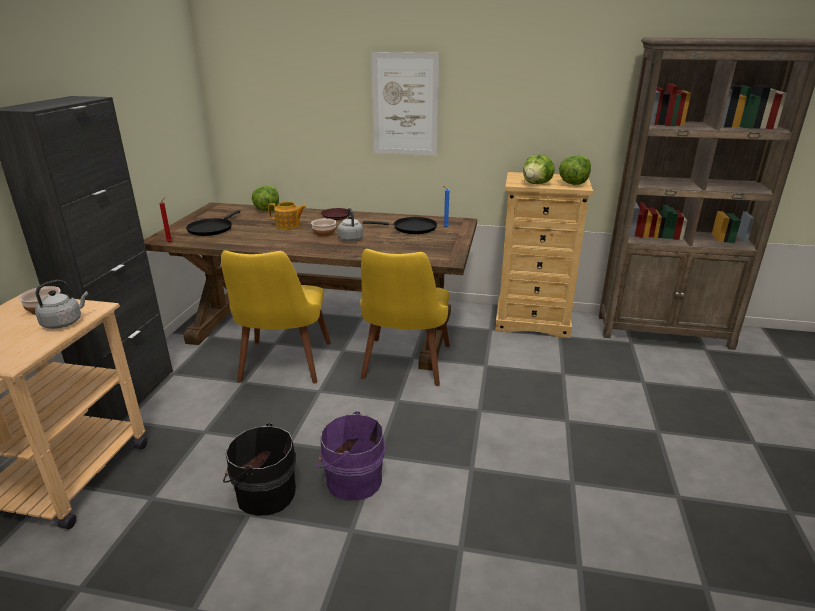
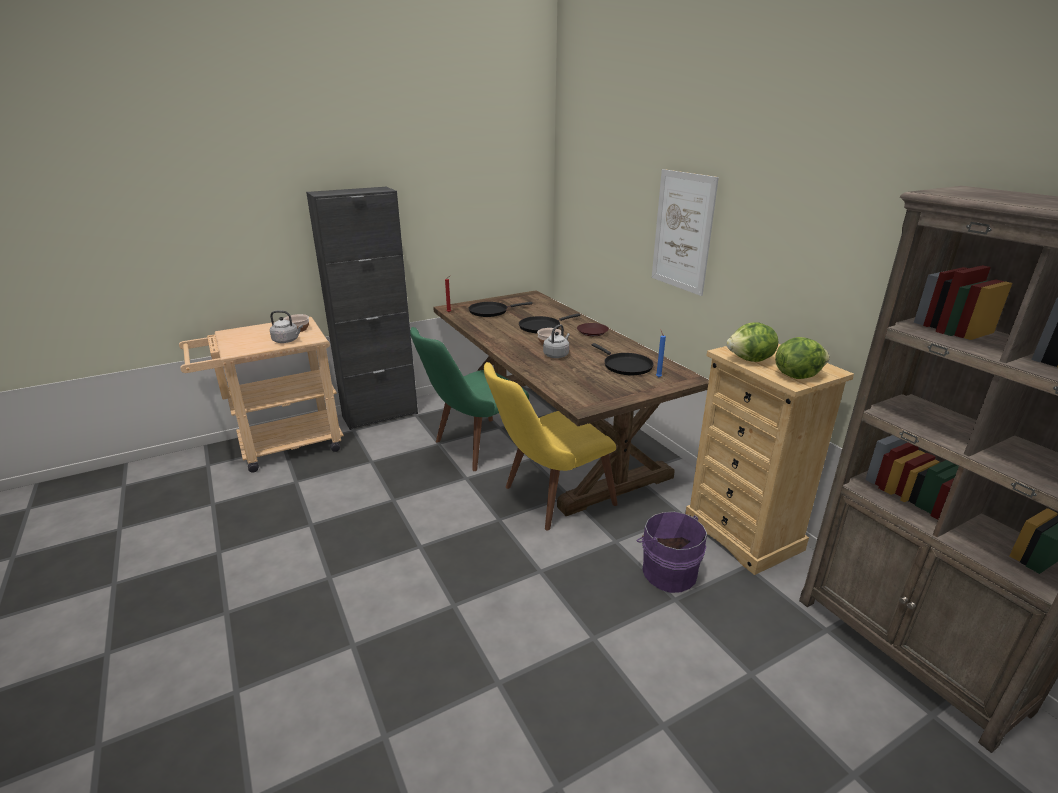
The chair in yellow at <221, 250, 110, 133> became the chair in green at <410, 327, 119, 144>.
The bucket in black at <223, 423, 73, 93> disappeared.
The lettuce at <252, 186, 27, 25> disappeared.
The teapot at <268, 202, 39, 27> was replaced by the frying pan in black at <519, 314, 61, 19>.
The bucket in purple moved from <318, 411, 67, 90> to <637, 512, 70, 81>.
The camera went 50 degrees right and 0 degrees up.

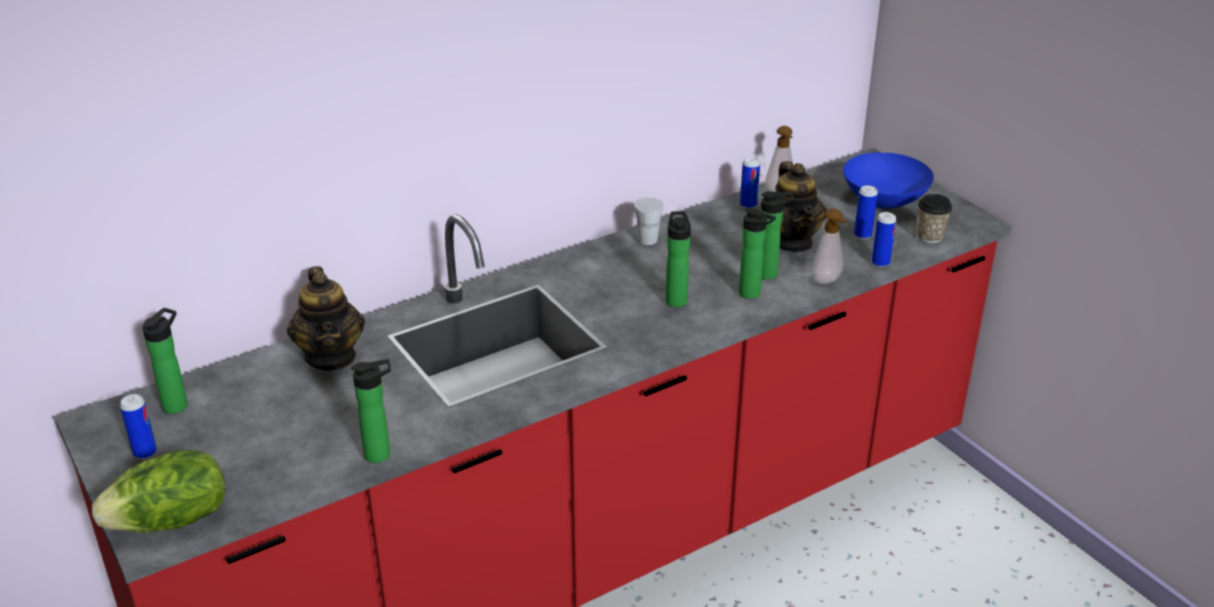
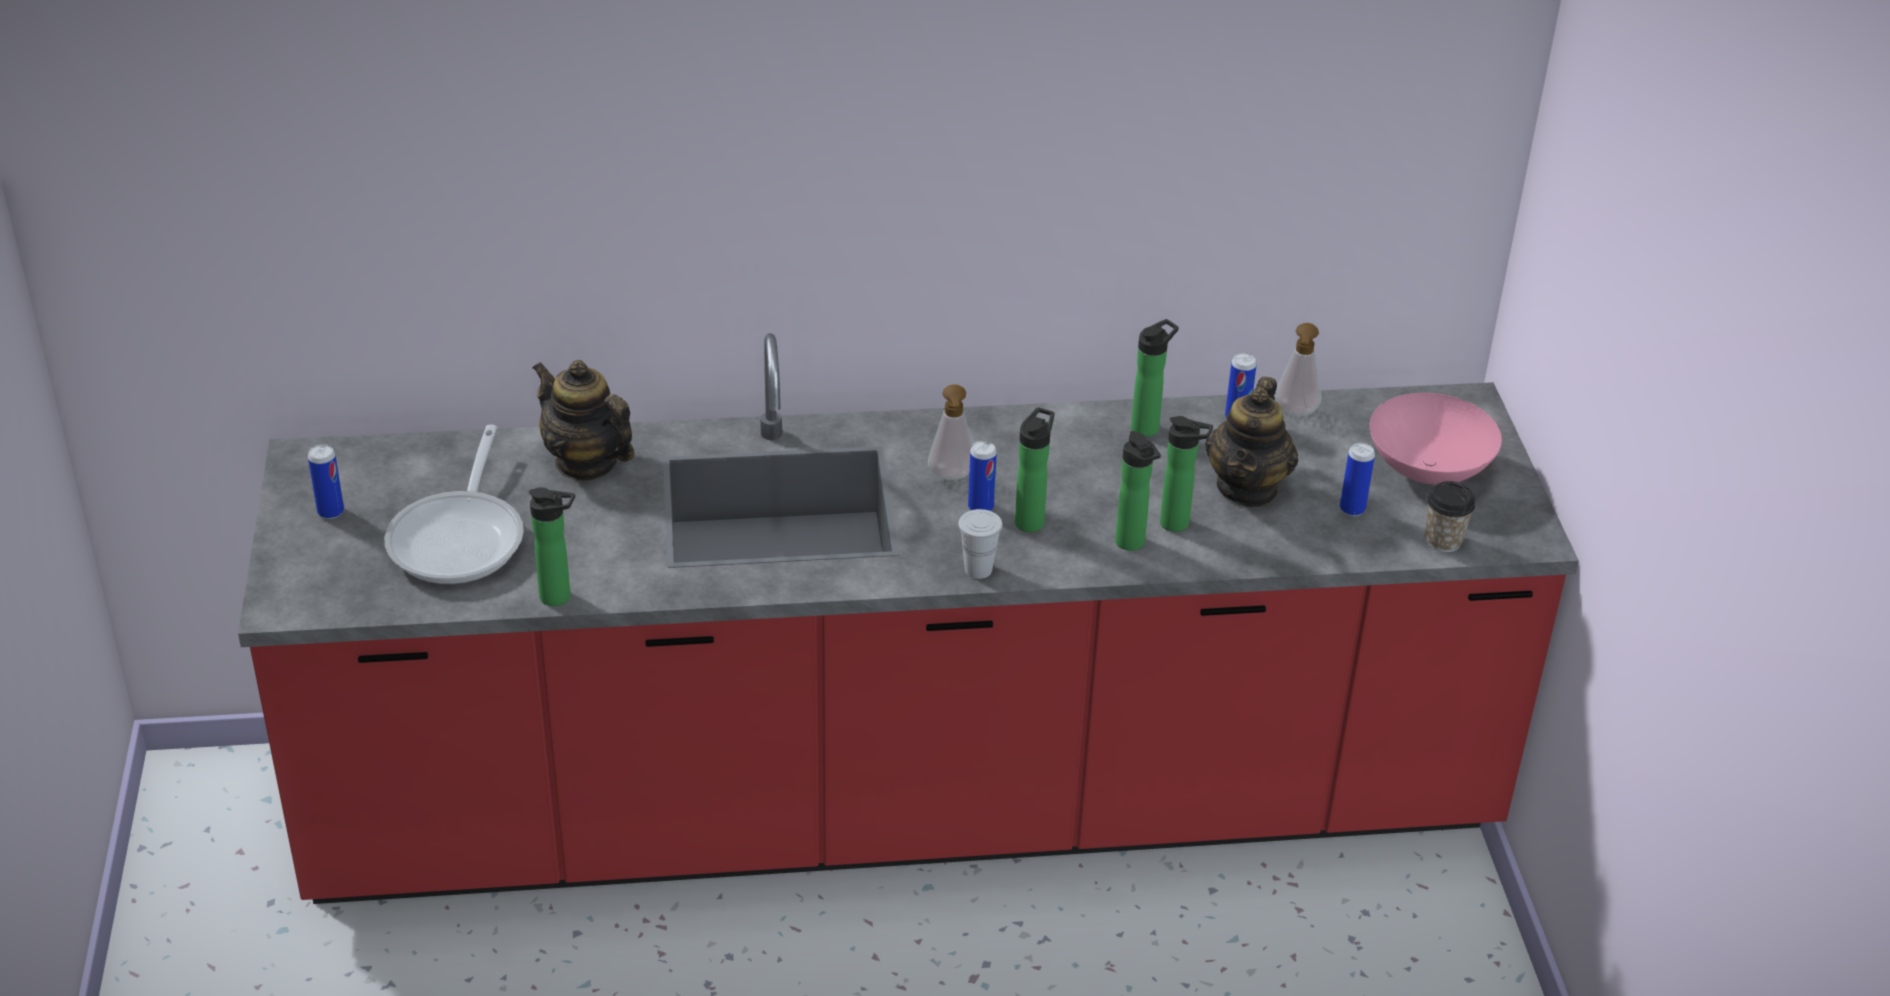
The lettuce at <92, 450, 134, 82> disappeared.
The bottle moved from <143, 308, 45, 106> to <1131, 319, 48, 118>.
The teapot at <287, 266, 78, 105> turned 120 degrees clockwise.
The cup in white moved from <634, 197, 30, 48> to <958, 509, 45, 70>.
The soap dispenser moved from <811, 209, 35, 75> to <928, 384, 45, 96>.
The bowl in blue at <843, 152, 91, 57> became the bowl in pink at <1370, 393, 132, 92>.
The can moved from <872, 212, 25, 55> to <968, 441, 29, 70>.
The frying pan at <385, 425, 139, 159> appeared.
The camera went 25 degrees right and 5 degrees up.

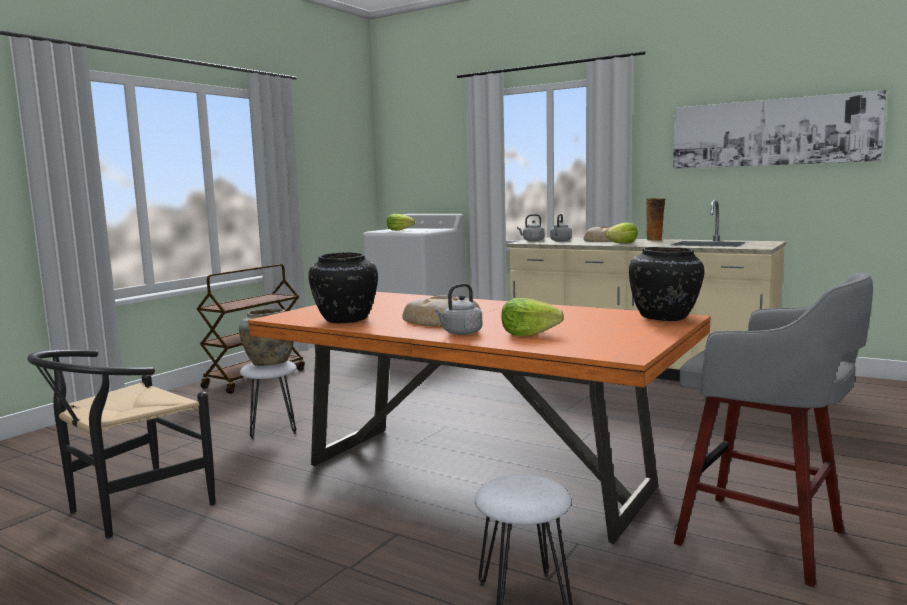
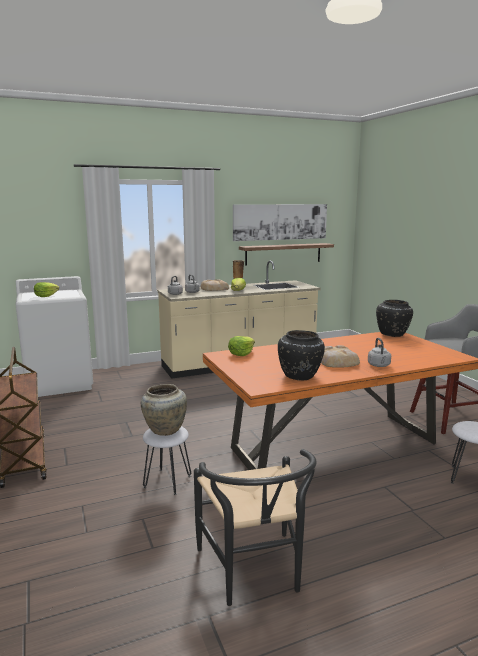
The lettuce moved from <501, 298, 63, 38> to <228, 336, 27, 20>.
The shelf at <239, 243, 95, 23> appeared.
The camera went 55 degrees left and 5 degrees up.

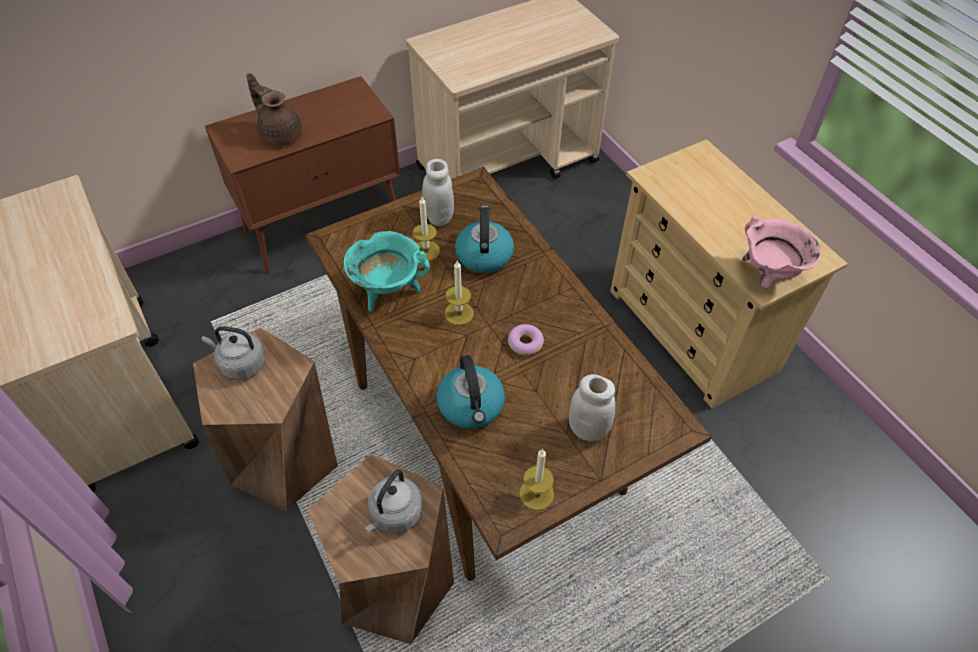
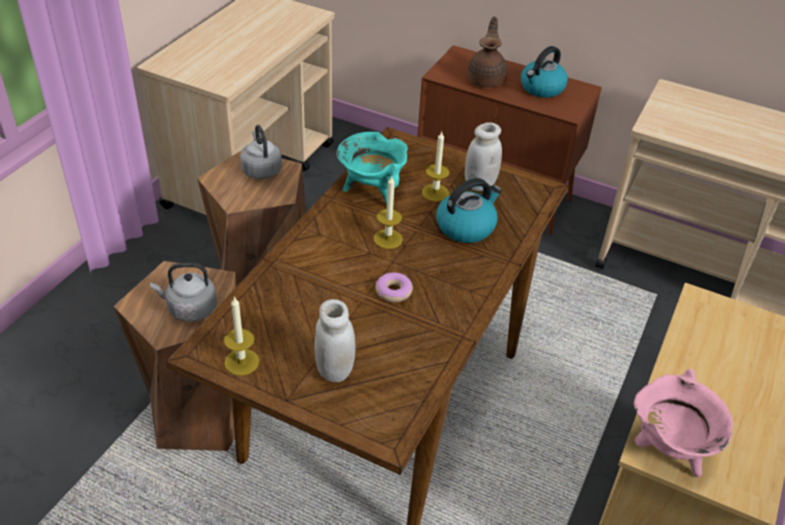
The kettle moved from <436, 355, 69, 74> to <521, 46, 47, 52>.
The camera went 55 degrees right and 10 degrees down.

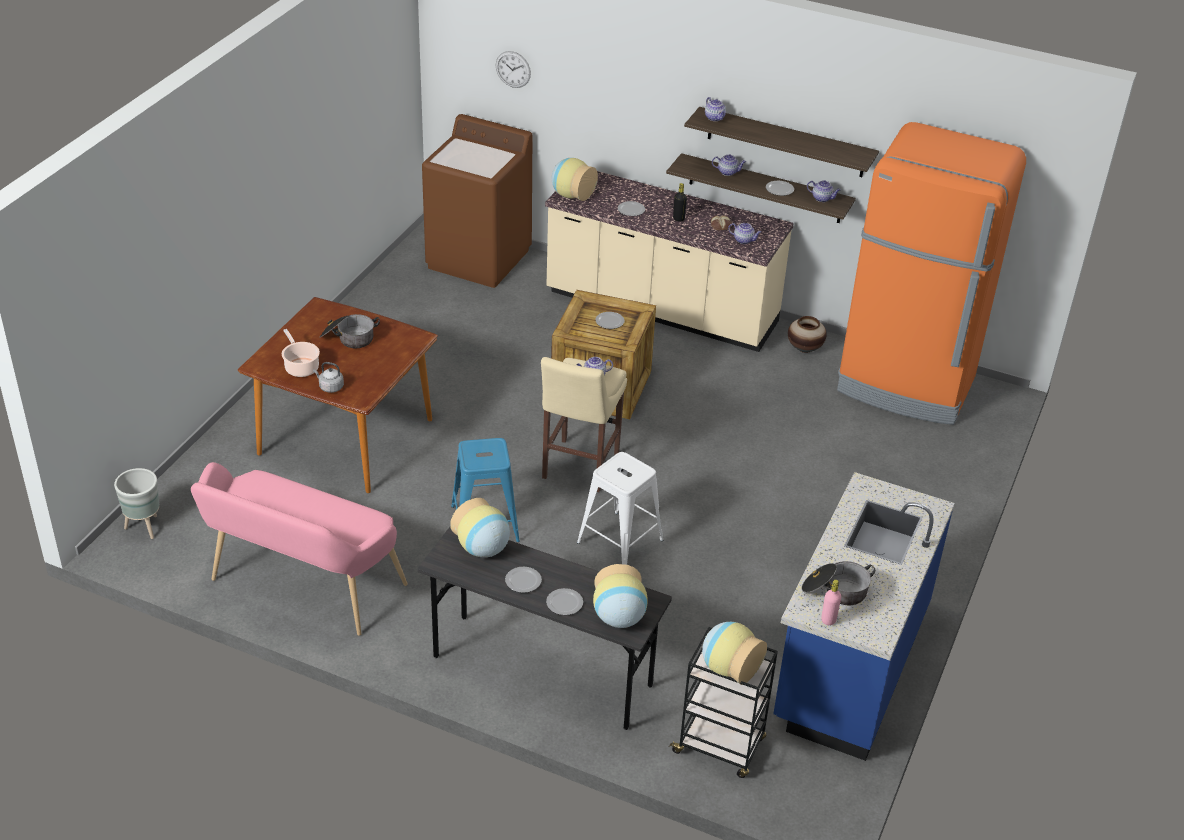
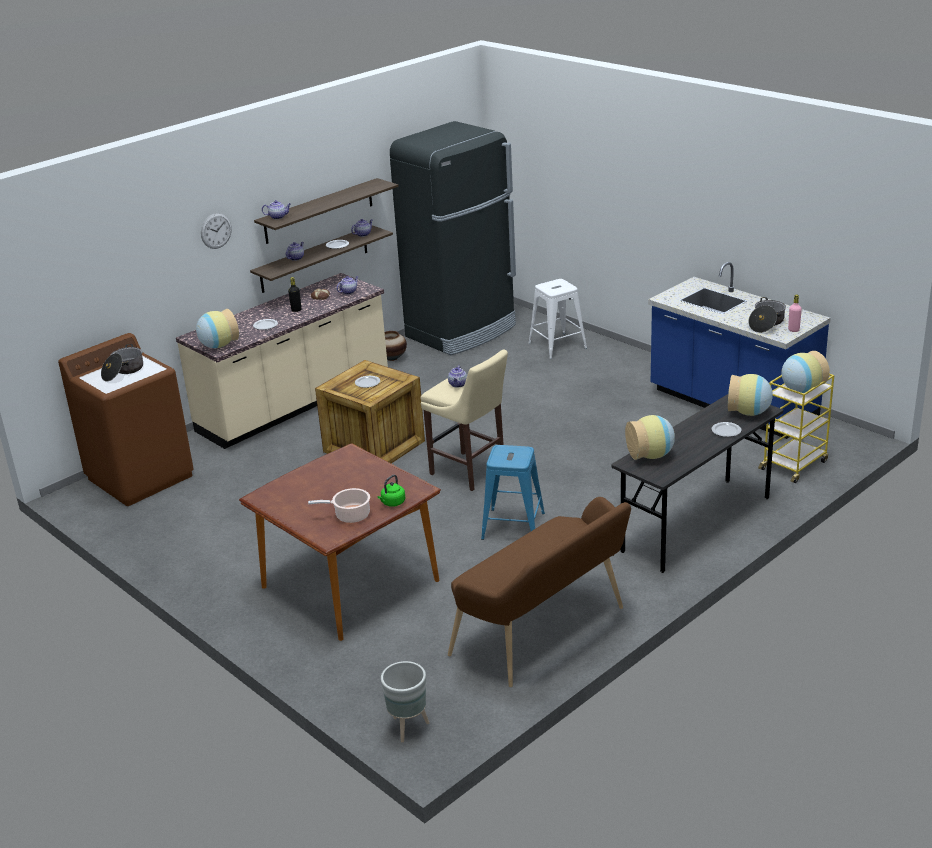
The bench in pink at <191, 462, 217, 174> became the bench in brown at <448, 497, 183, 190>.
The kettle in grey at <313, 362, 31, 31> became the kettle in green at <378, 475, 28, 32>.
The cooking pot moved from <320, 314, 60, 34> to <101, 344, 42, 37>.
The wall clock moved from <496, 51, 35, 37> to <201, 213, 31, 36>.
The plate at <505, 567, 37, 26> disappeared.
The stool in white moved from <577, 452, 86, 113> to <528, 279, 59, 80>.
The cart in black at <668, 627, 110, 151> became the cart in yellow at <758, 374, 76, 109>.
The fridge in orange at <837, 122, 189, 303> became the fridge in black at <390, 121, 126, 234>.
The camera went 65 degrees left and 10 degrees down.

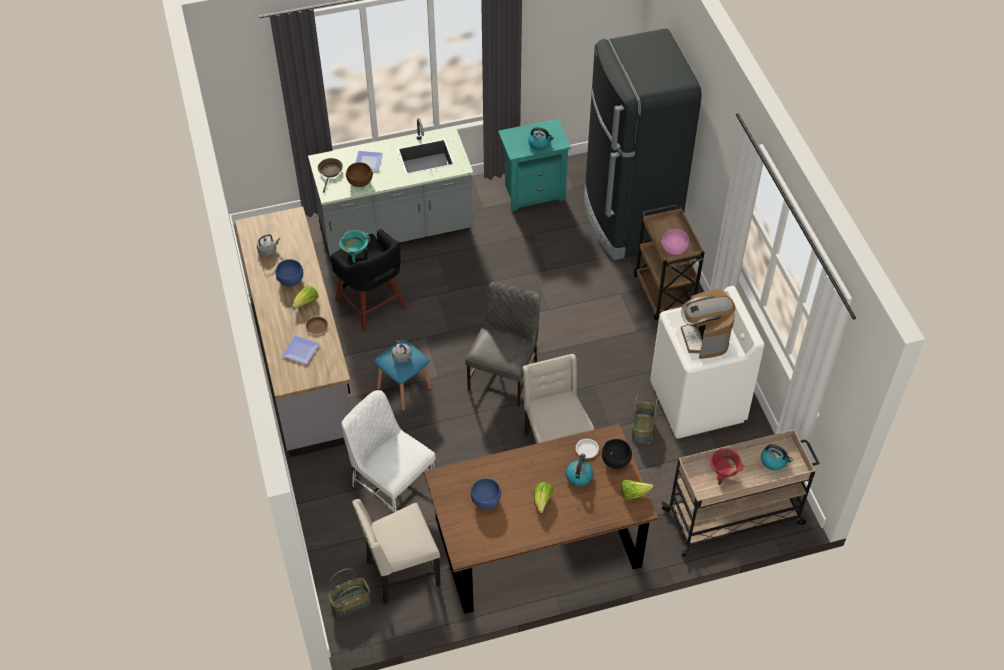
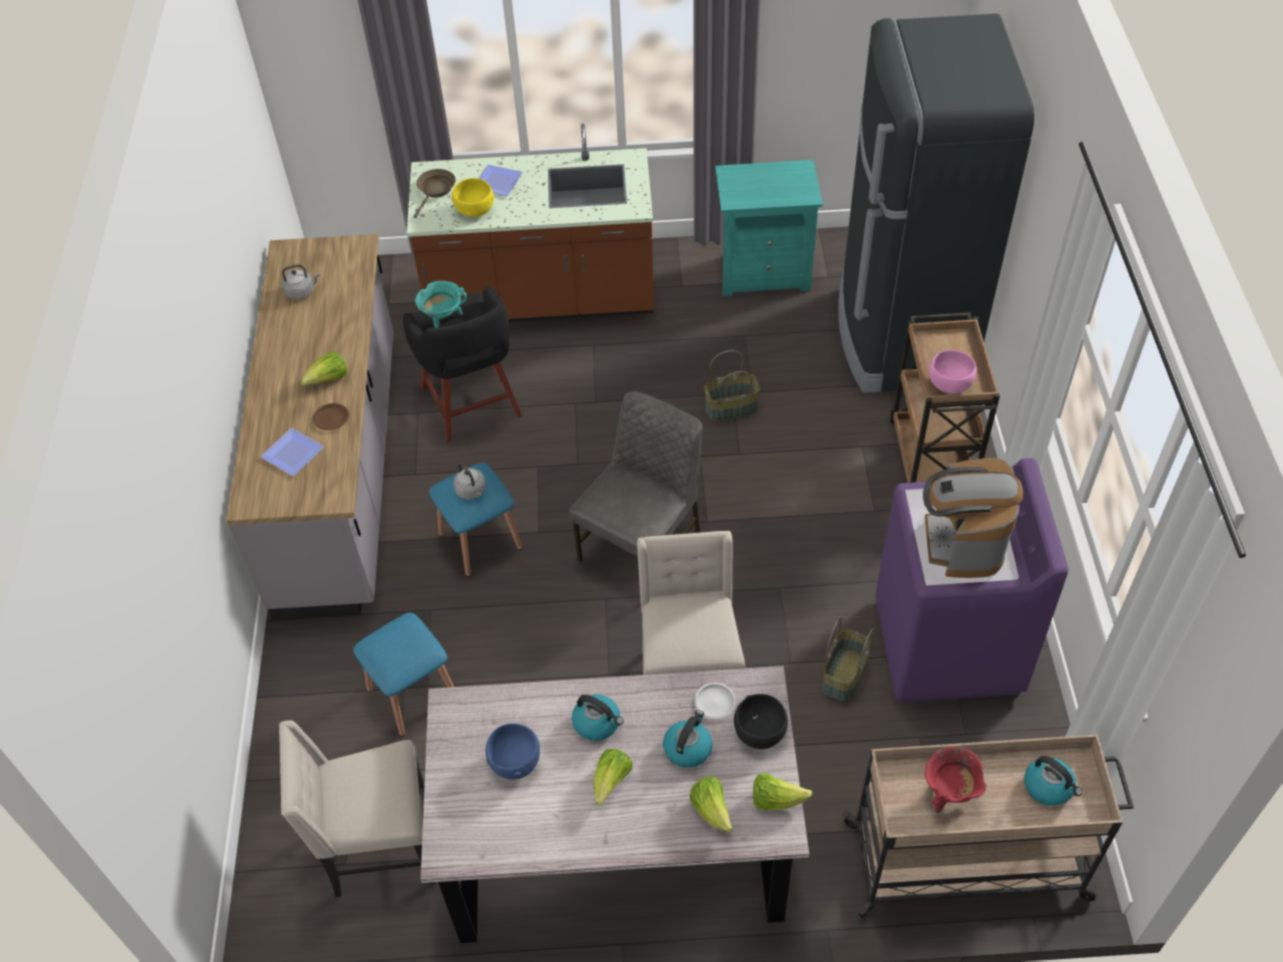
The bowl in blue at <276, 259, 27, 28> disappeared.
The counter in grey at <308, 118, 165, 140> became the counter in brown at <407, 124, 247, 198>.
The basket moved from <328, 568, 43, 50> to <704, 350, 56, 71>.
The chair in white at <341, 390, 95, 123> was replaced by the stool in blue at <353, 612, 101, 124>.
The bowl in brown at <346, 162, 27, 25> became the bowl in yellow at <452, 178, 42, 39>.
The dining table in brown at <424, 424, 234, 190> became the dining table in grey at <421, 666, 388, 277>.
The kettle moved from <528, 127, 26, 23> to <572, 695, 52, 46>.
The washing machine in white at <650, 286, 114, 153> became the washing machine in purple at <875, 458, 193, 244>.
The lettuce at <690, 776, 43, 57> appeared.
The camera went 15 degrees right and 0 degrees up.

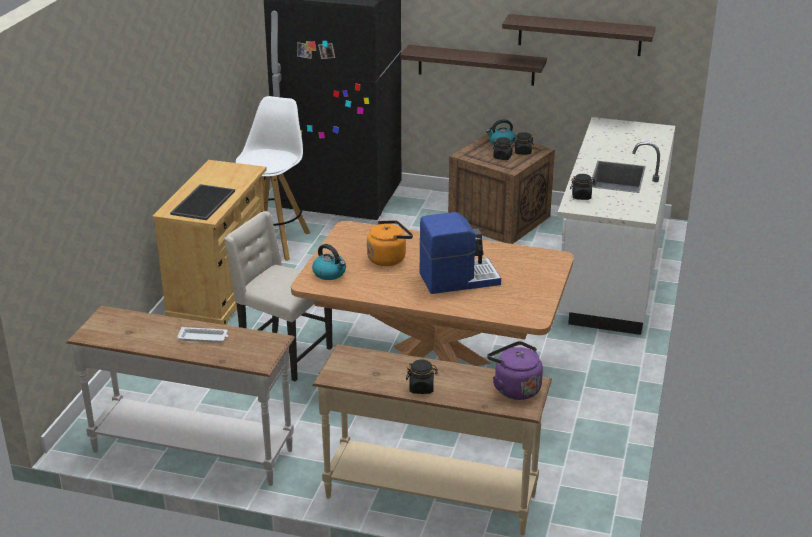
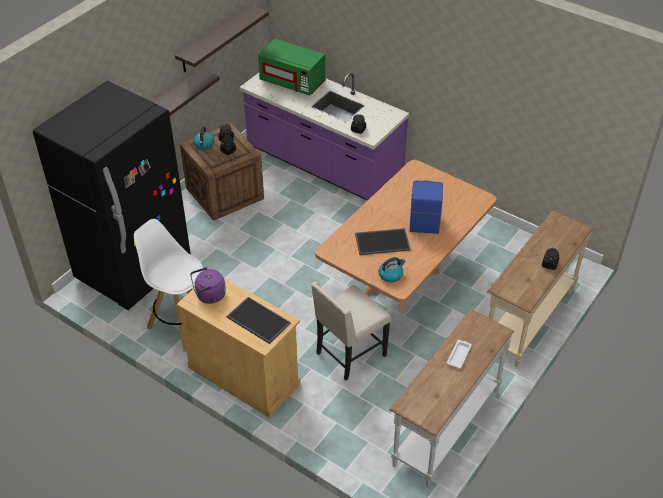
The kettle in orange at <367, 220, 46, 46> was replaced by the tray at <355, 228, 56, 27>.
The kettle in purple moved from <487, 341, 56, 59> to <190, 267, 36, 37>.
The counter in white at <557, 117, 118, 218> became the counter in purple at <240, 73, 169, 128>.
The microwave in green at <258, 39, 68, 57> appeared.
The camera went 70 degrees left and 15 degrees up.

